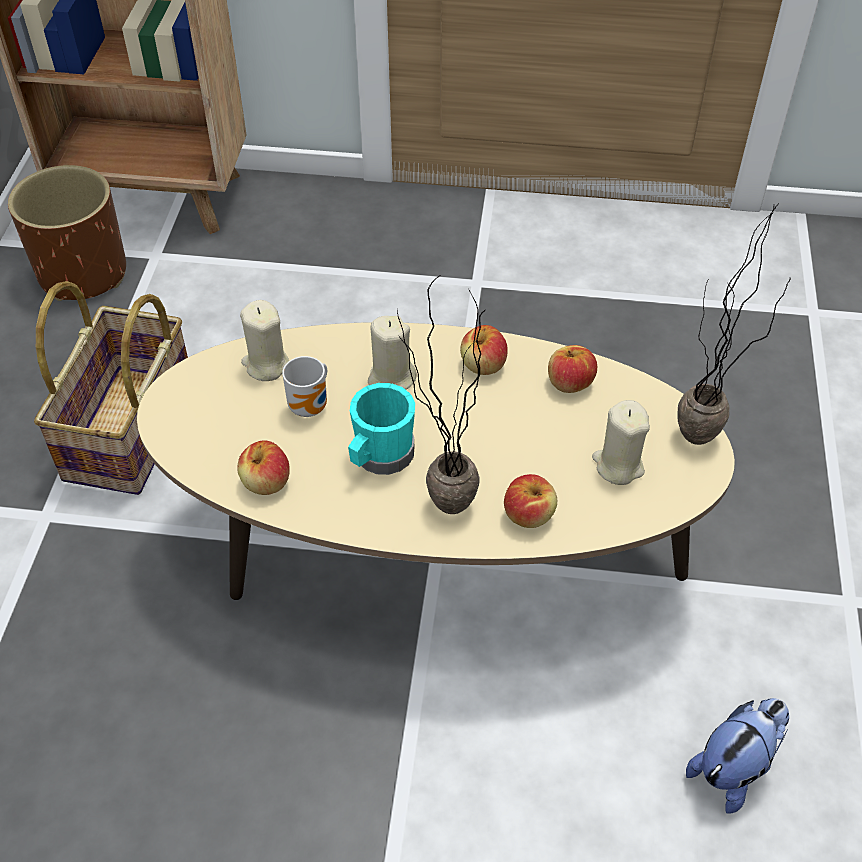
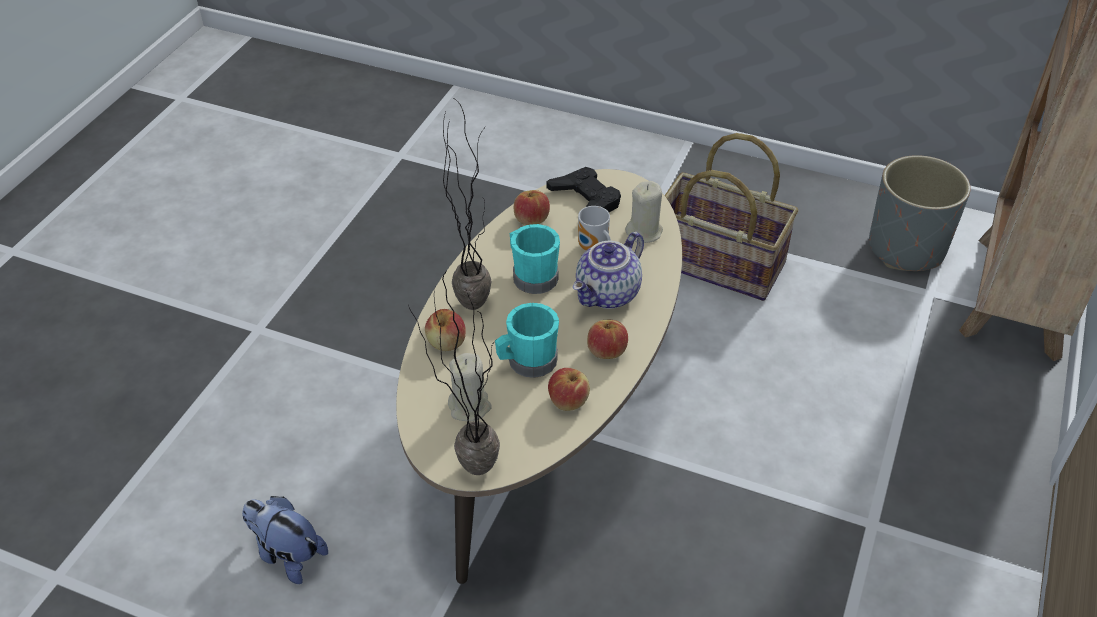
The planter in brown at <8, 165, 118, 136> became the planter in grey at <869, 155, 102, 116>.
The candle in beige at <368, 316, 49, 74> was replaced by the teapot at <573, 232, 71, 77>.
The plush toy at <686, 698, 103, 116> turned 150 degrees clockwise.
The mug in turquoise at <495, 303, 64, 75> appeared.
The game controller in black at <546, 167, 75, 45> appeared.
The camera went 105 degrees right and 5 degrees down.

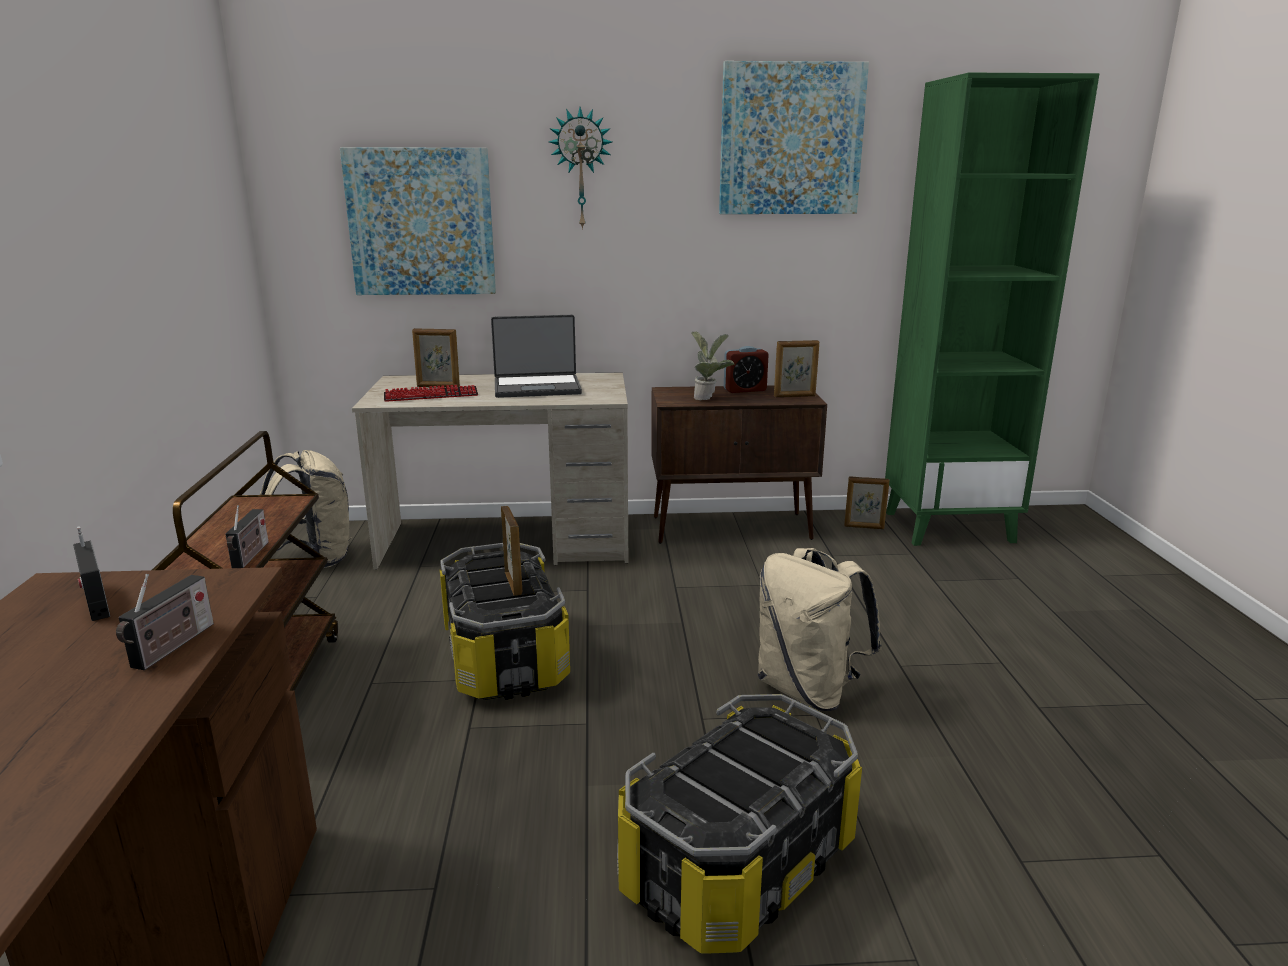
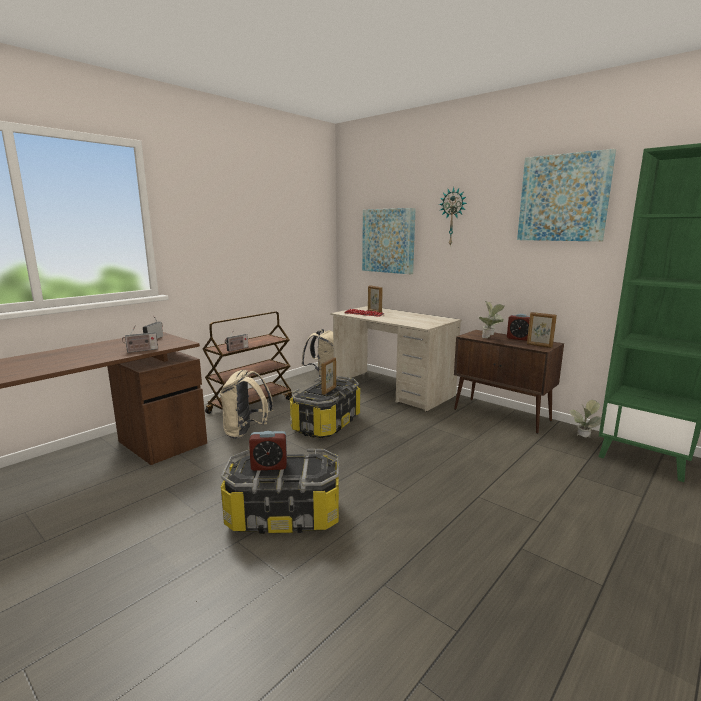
The laptop at <491, 315, 91, 83> disappeared.
The backpack in beige moved from <758, 548, 123, 163> to <220, 370, 54, 69>.
The picture frame at <844, 476, 45, 53> was replaced by the potted plant at <570, 400, 31, 38>.
The alarm clock at <249, 431, 38, 40> appeared.
The camera went 45 degrees right and 5 degrees down.

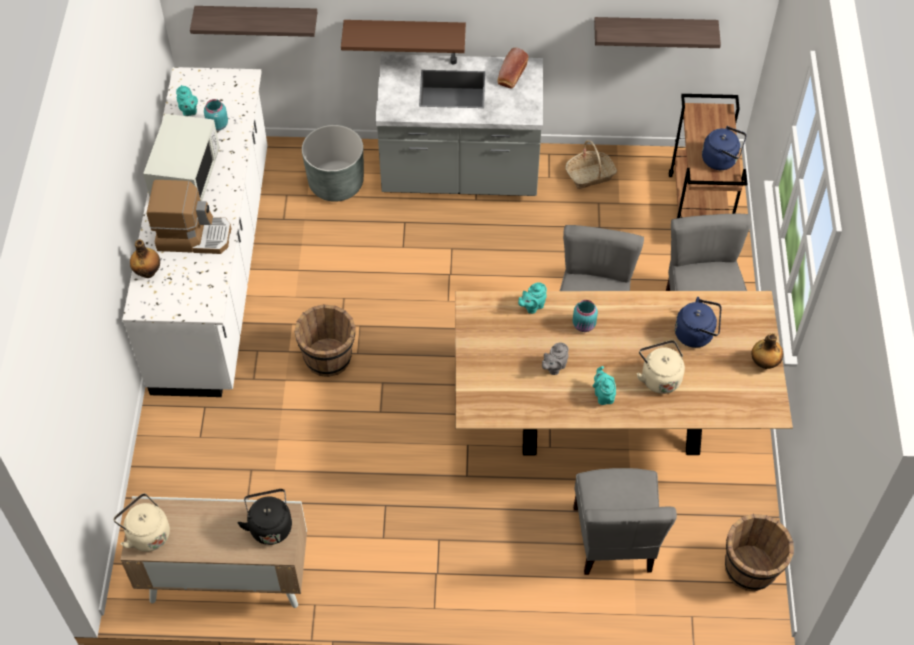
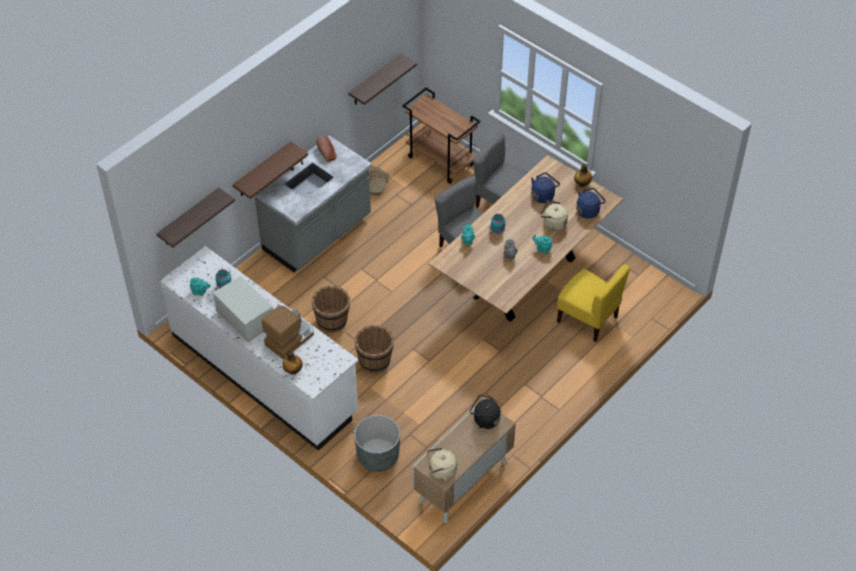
The planter in grey moved from <302, 125, 62, 77> to <354, 415, 46, 57>.
The chair in grey at <573, 468, 104, 107> became the chair in yellow at <557, 264, 73, 78>.
The kettle in blue moved from <702, 126, 44, 44> to <576, 188, 30, 31>.
The bucket in brown moved from <725, 514, 69, 77> to <312, 286, 38, 47>.
The camera went 50 degrees left and 5 degrees down.

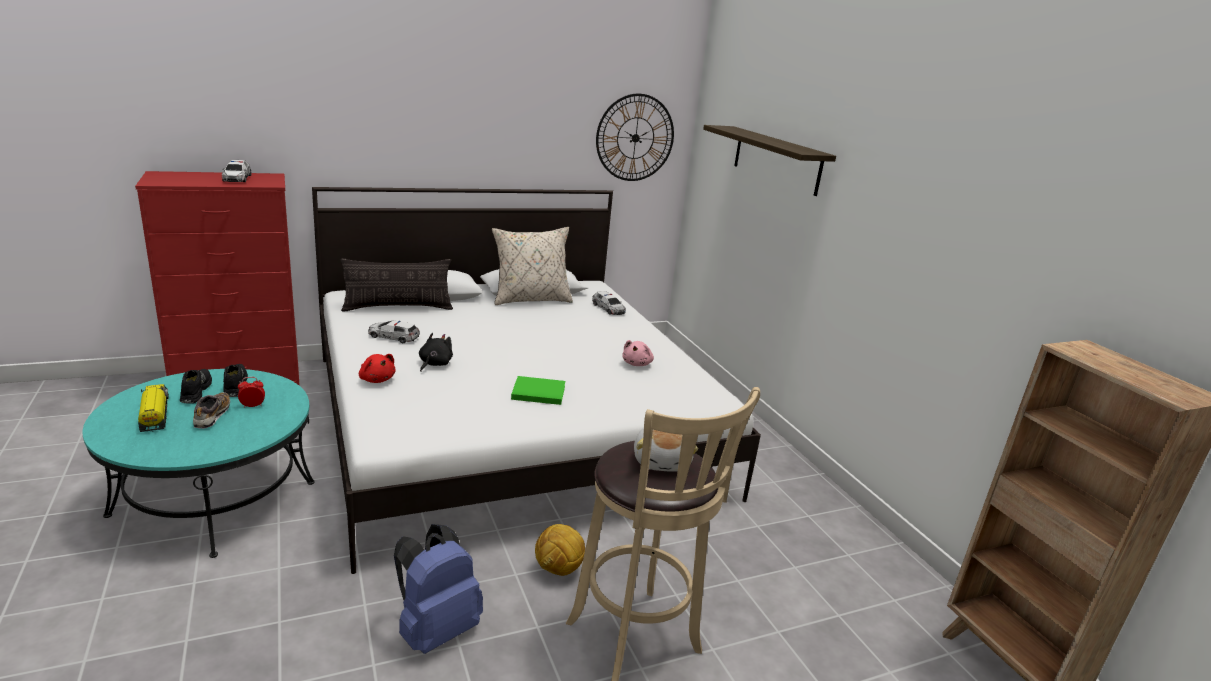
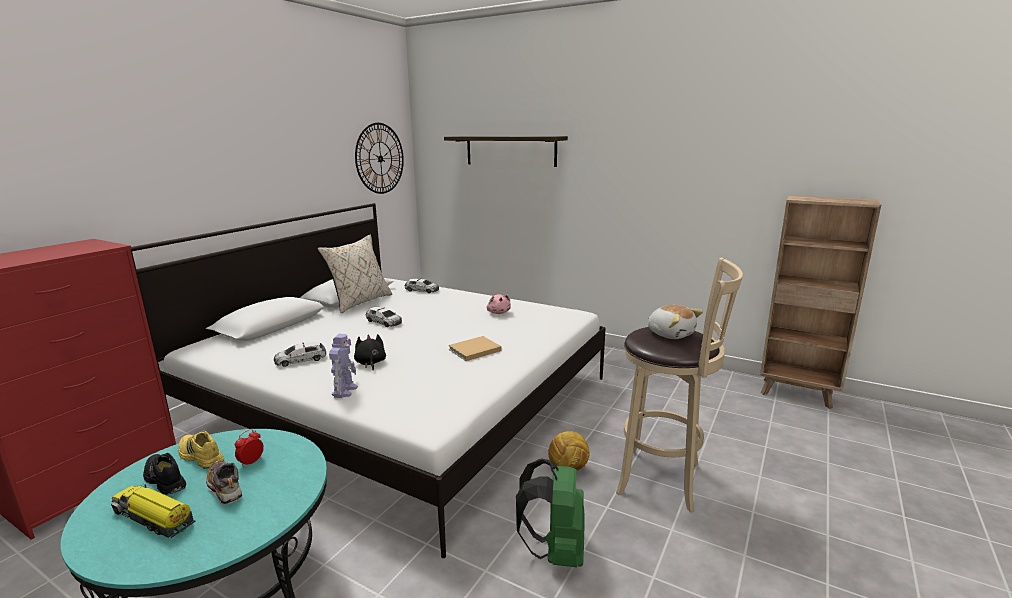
The toy car moved from <222, 160, 30, 22> to <366, 306, 36, 21>.
The shoe in black at <223, 364, 25, 33> became the shoe in yellow at <178, 431, 46, 38>.
The pillow at <341, 258, 112, 54> disappeared.
The plush toy in red at <359, 354, 37, 29> was replaced by the toy robot at <329, 334, 29, 64>.
The backpack in blue at <394, 524, 89, 130> became the backpack in green at <516, 458, 69, 109>.
The book in green at <511, 376, 54, 29> became the book in beige at <448, 336, 54, 25>.
The camera went 35 degrees left and 5 degrees down.

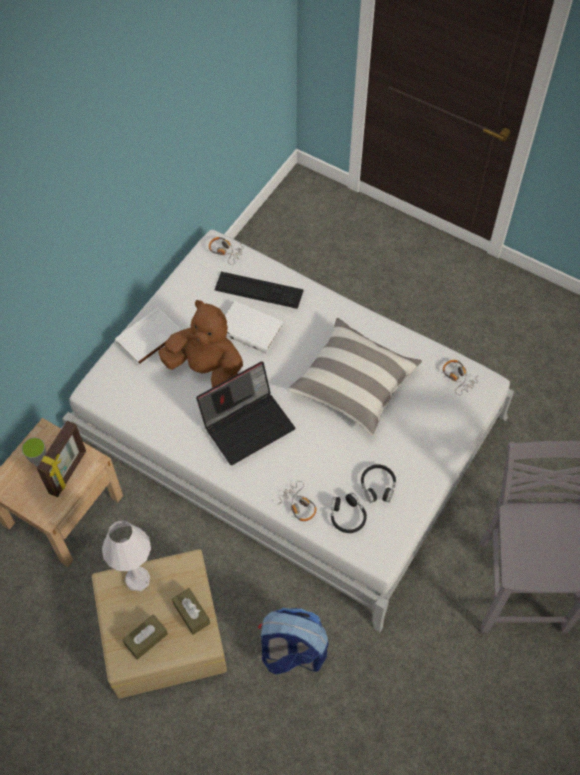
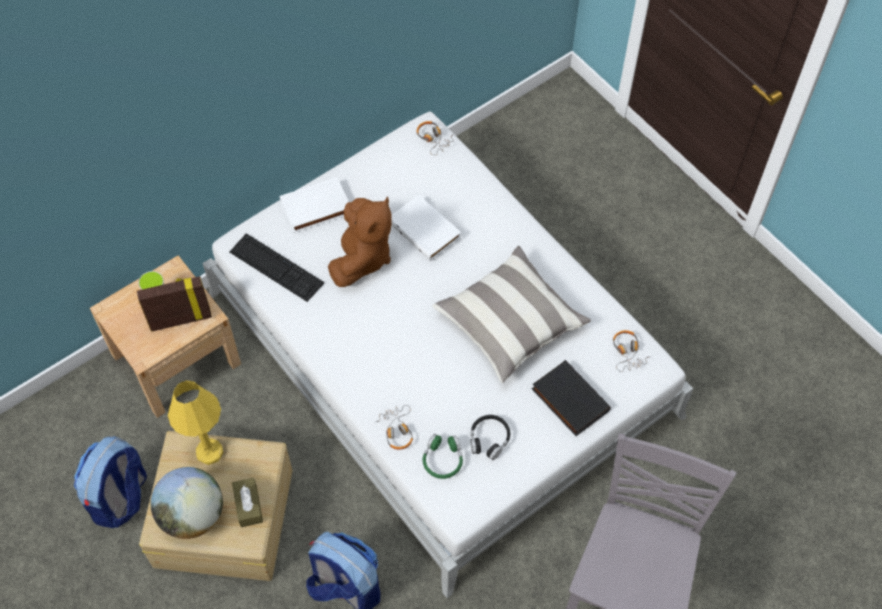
The picture frame at <37, 421, 49, 76> turned 150 degrees counterclockwise.
The table lamp in white at <102, 521, 49, 70> became the table lamp in yellow at <168, 381, 55, 84>.
The tissue box in brown at <123, 614, 45, 46> was replaced by the globe at <151, 467, 72, 72>.
The plush toy in brown at <158, 300, 85, 88> turned 60 degrees clockwise.
The laptop at <196, 361, 99, 104> disappeared.
The keyboard moved from <215, 272, 89, 37> to <229, 233, 95, 69>.
The headphones in black at <331, 492, 36, 41> became the headphones in green at <423, 434, 40, 45>.
The backpack at <74, 436, 73, 92> appeared.
The book in black at <532, 360, 79, 76> appeared.
The camera went 20 degrees right and 0 degrees up.

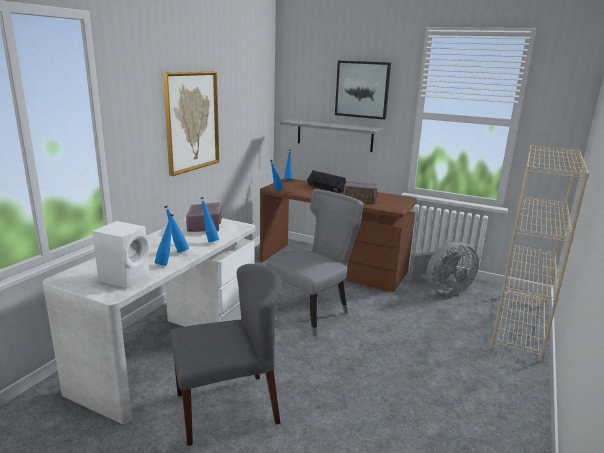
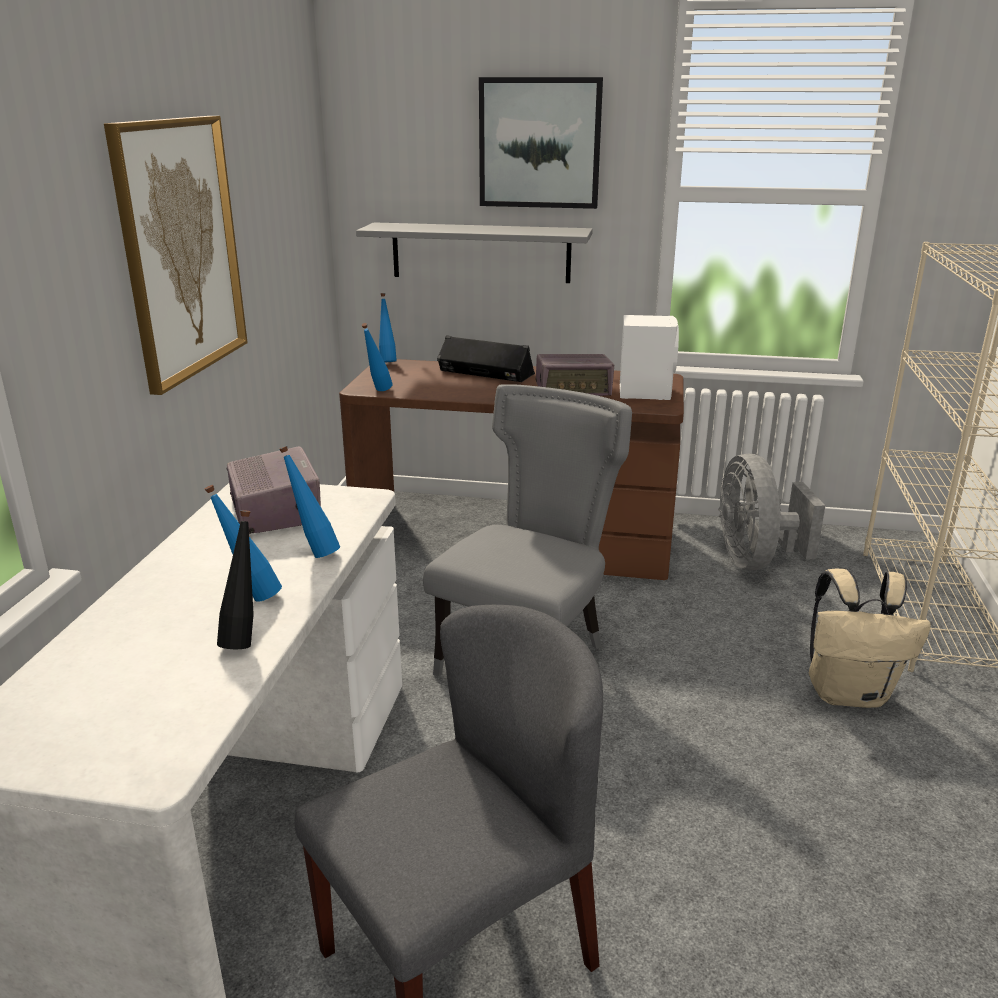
The speaker in white moved from <92, 221, 58, 67> to <620, 315, 59, 85>.
The bottle in blue at <155, 214, 19, 52> became the bottle in black at <217, 510, 37, 139>.
The fan in grey at <408, 242, 71, 54> turned 120 degrees clockwise.
The backpack in beige at <809, 568, 122, 140> appeared.
The camera went 15 degrees left and 5 degrees up.

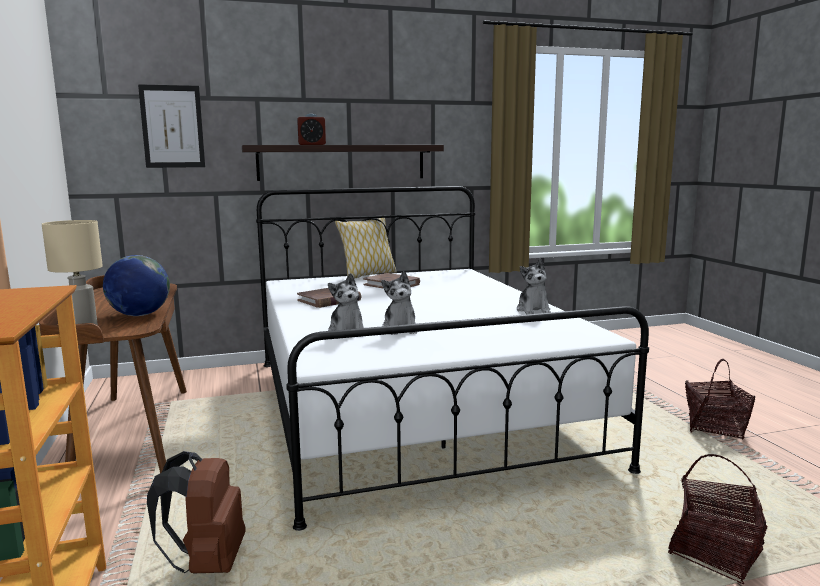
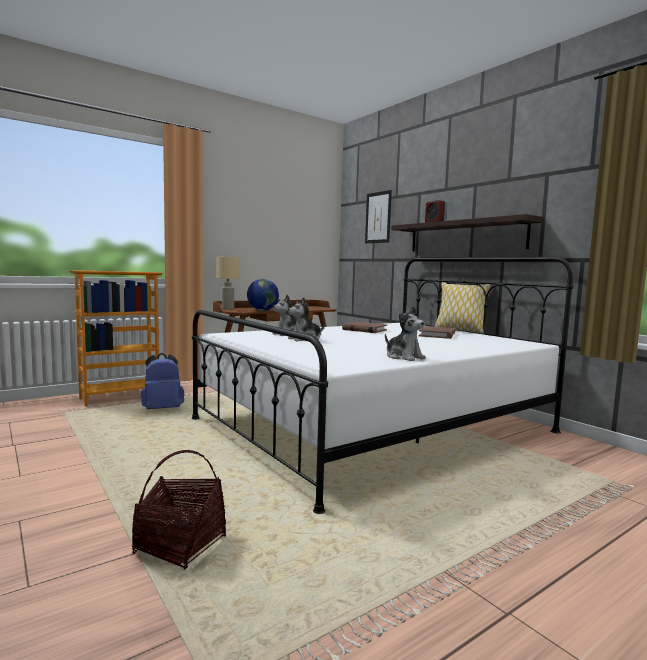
The backpack in brown at <147, 451, 99, 122> became the backpack in blue at <141, 353, 43, 56>.
The plush toy at <517, 259, 34, 56> turned 105 degrees counterclockwise.
The basket at <685, 359, 70, 80> disappeared.
The camera went 70 degrees right and 5 degrees down.

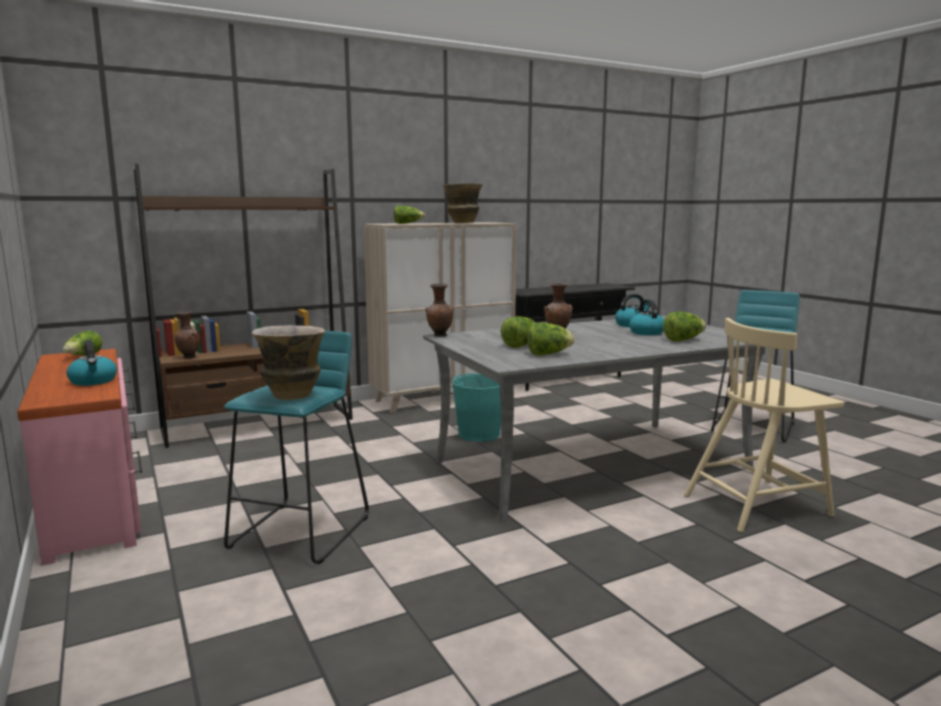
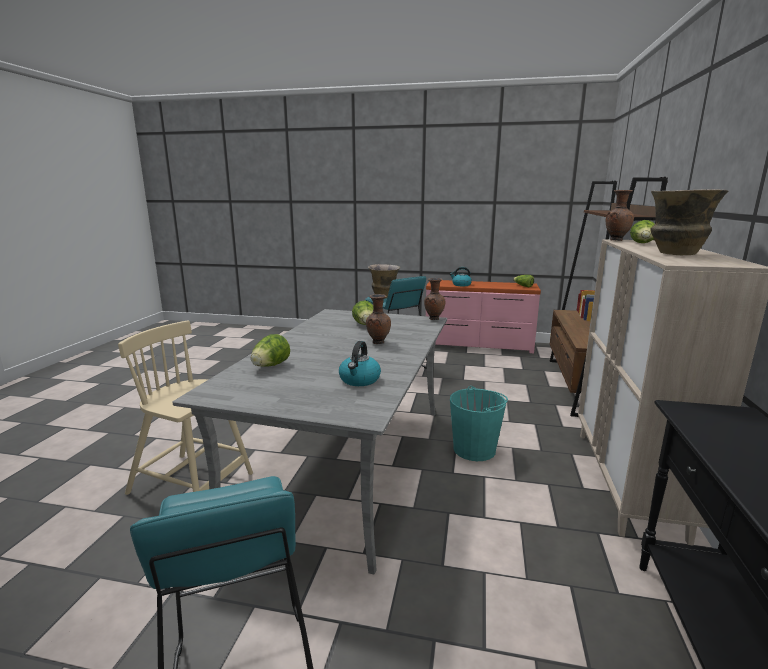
The vase in brown moved from <174, 311, 26, 48> to <606, 190, 28, 51>.
The lettuce at <528, 322, 46, 33> disappeared.
The kettle at <629, 299, 35, 36> disappeared.
The chair in beige at <684, 318, 160, 214> turned 90 degrees counterclockwise.
The camera went 130 degrees right and 5 degrees up.

